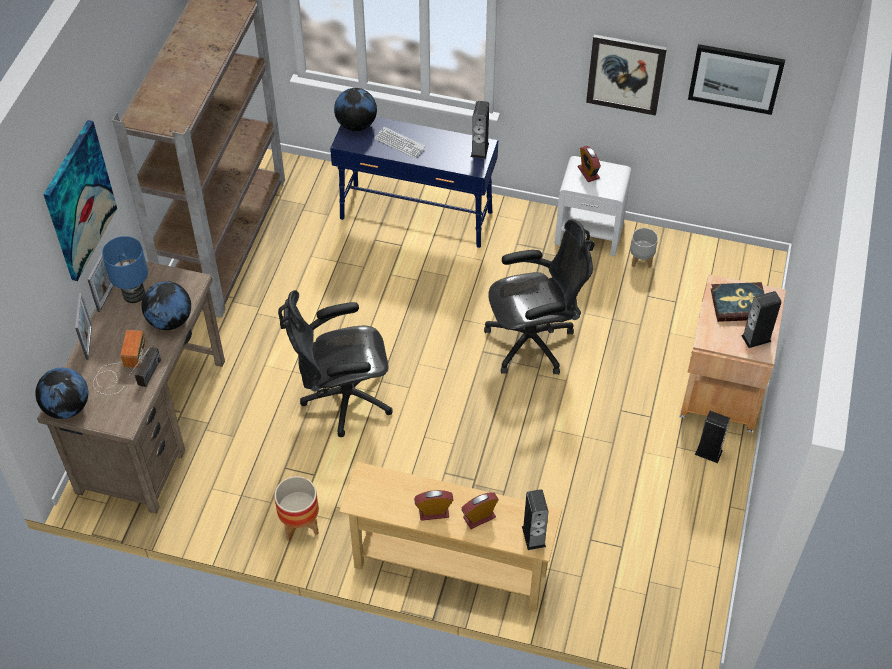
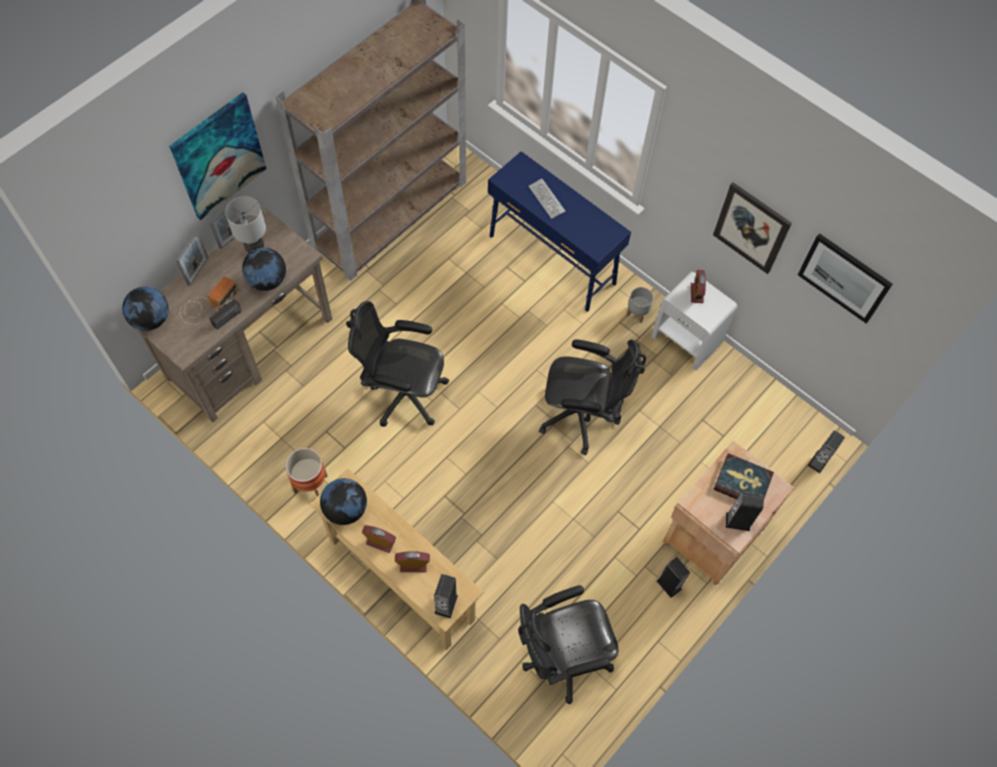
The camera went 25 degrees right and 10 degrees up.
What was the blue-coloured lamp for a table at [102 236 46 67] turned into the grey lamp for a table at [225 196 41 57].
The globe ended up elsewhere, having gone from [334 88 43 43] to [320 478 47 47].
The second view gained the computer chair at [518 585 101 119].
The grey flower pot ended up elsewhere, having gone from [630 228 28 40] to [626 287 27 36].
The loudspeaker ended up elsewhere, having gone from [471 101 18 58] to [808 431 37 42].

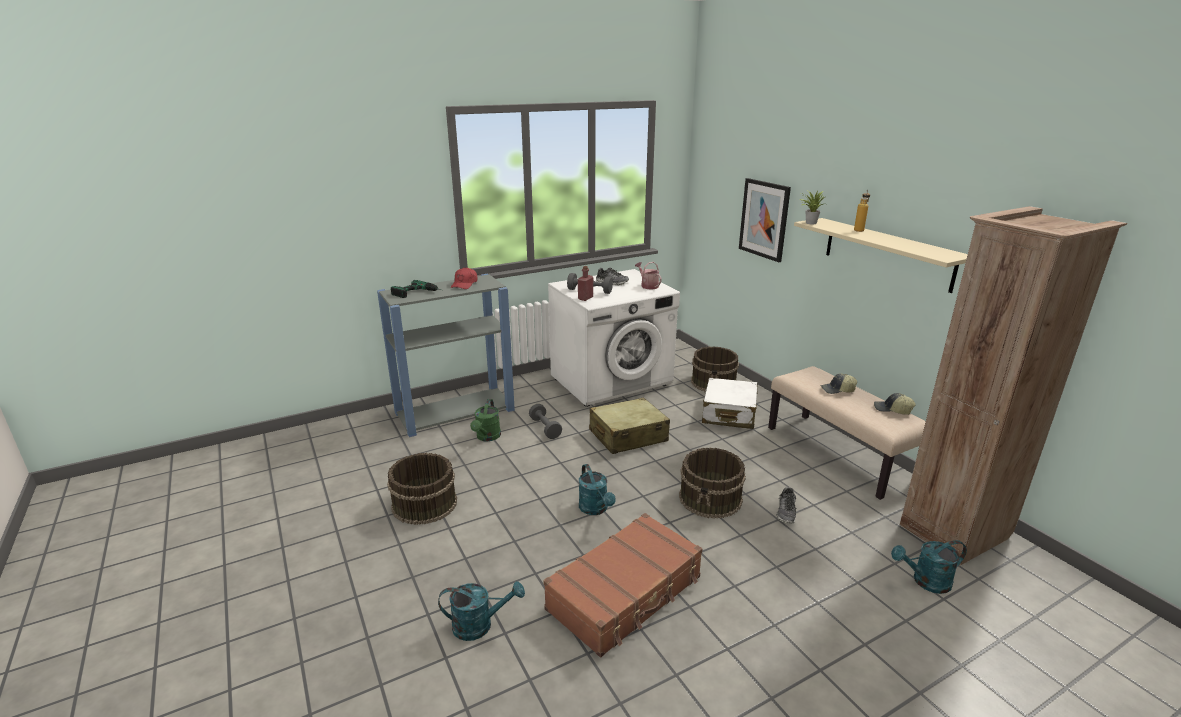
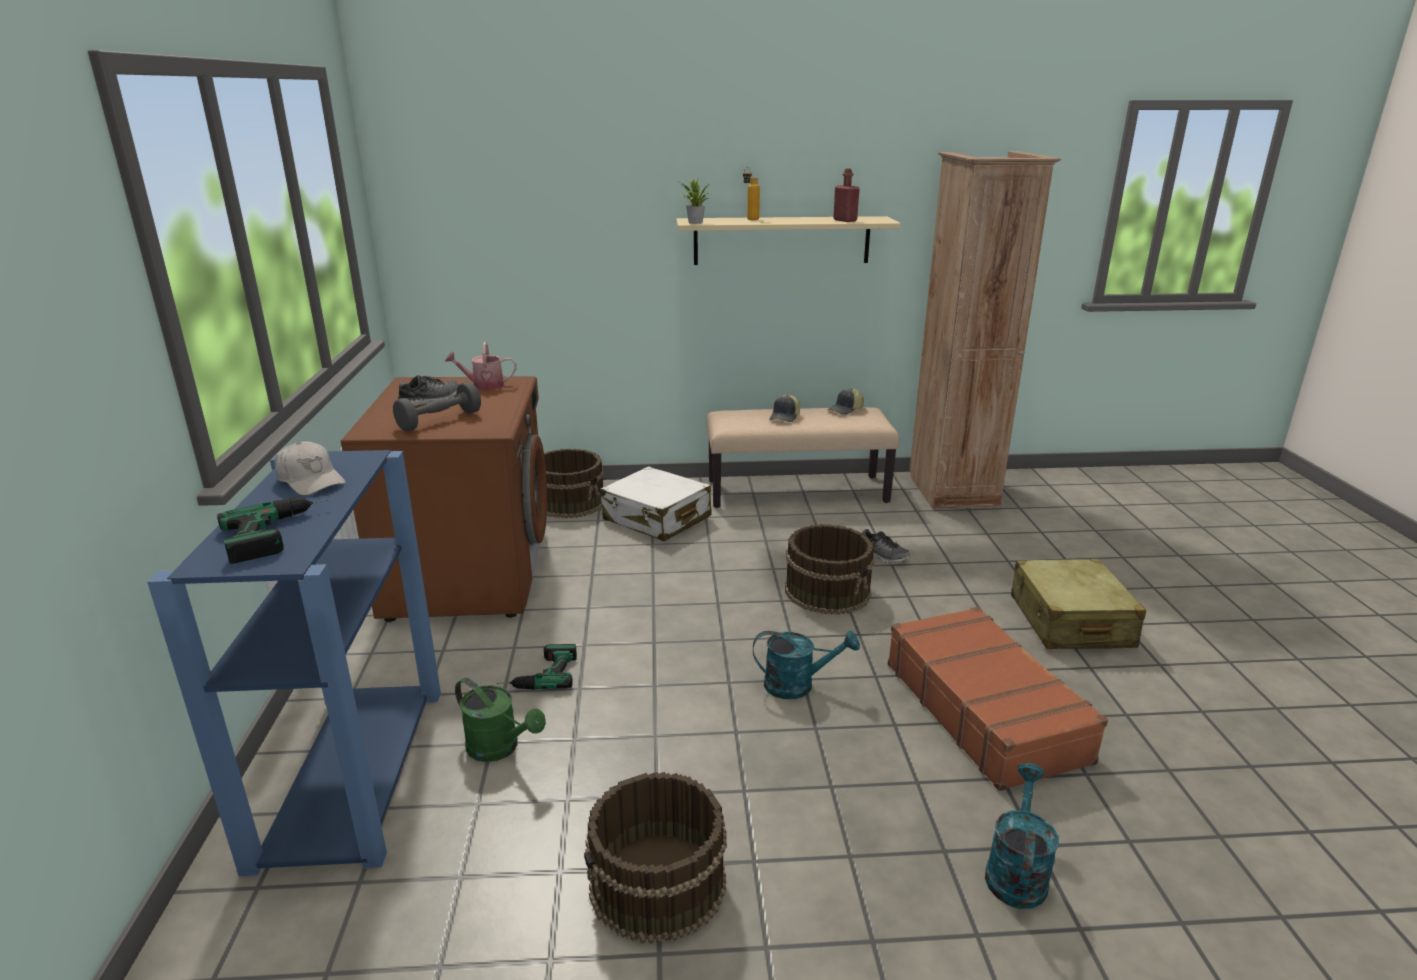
The camera went 65 degrees left and 0 degrees up.
What was the grey bookcase at [377 274 138 164] turned into the blue-coloured bookcase at [147 450 294 426].
What was the red-coloured peaked cap at [450 267 27 22] turned into the white-coloured peaked cap at [275 442 71 54].
What was the white-coloured washing machine at [548 269 132 138] turned into the brownish washing machine at [341 376 206 246].
Where the grey hand weight stood at [529 404 33 35], the electric drill came to stand at [497 644 80 45].
The red-coloured drink bottle ended up elsewhere, having gone from [578 266 15 35] to [833 168 27 54].
The beige piece of luggage ended up elsewhere, having gone from [589 398 81 56] to [1011 559 135 90].
The second view lost the picture at [739 178 52 84].
The second view lost the blue-green watering pot at [891 540 76 54].

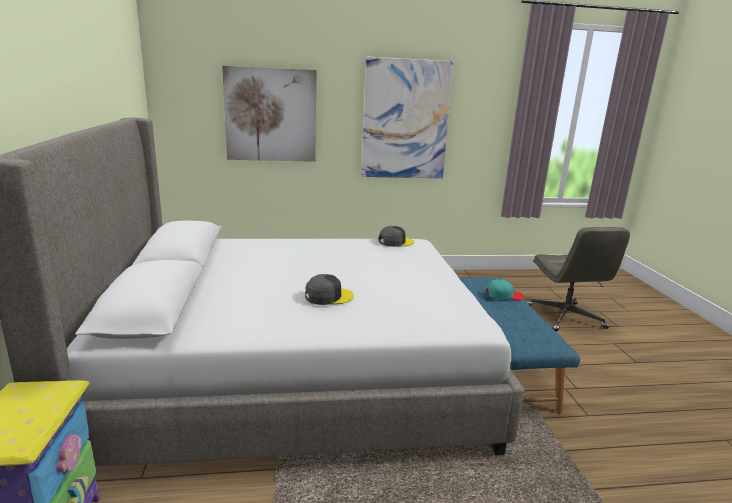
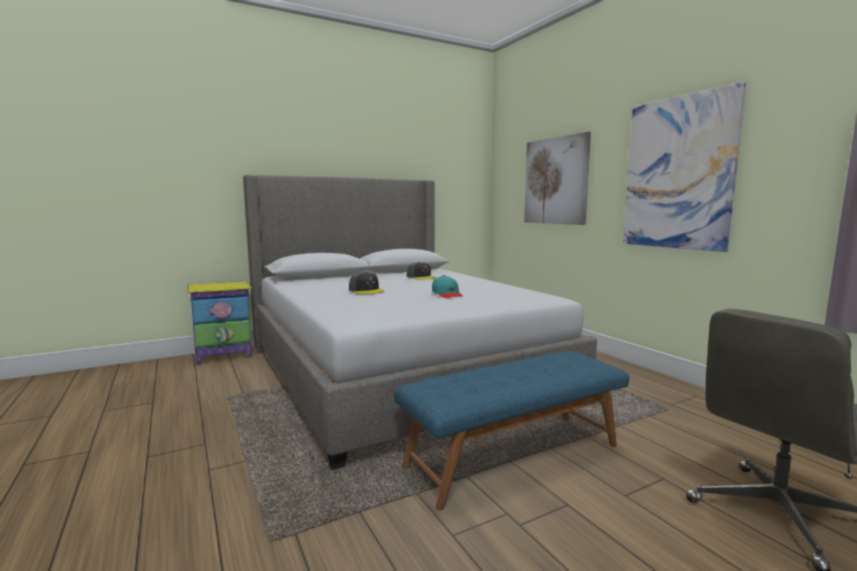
The camera went 70 degrees right and 10 degrees down.
The grey peaked cap ended up elsewhere, having gone from [379 226 35 21] to [407 262 30 17].
The blue-green peaked cap ended up elsewhere, having gone from [486 279 38 21] to [432 275 31 23].

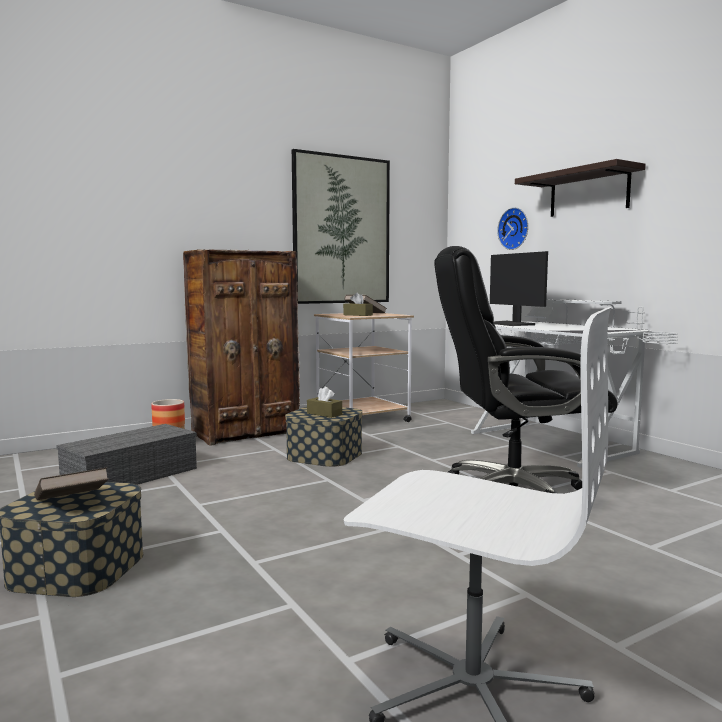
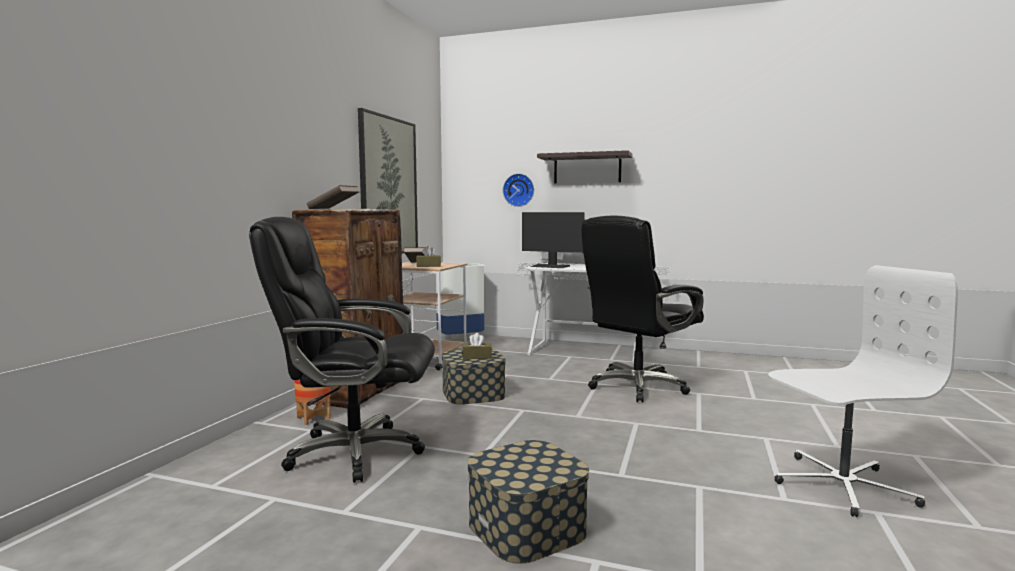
The camera went 40 degrees left and 0 degrees up.
Where the grey storage bin stood at [56 424 141 61], the blackish computer chair came to stand at [249 217 186 266].
The brownish volume ended up elsewhere, having gone from [34 467 75 33] to [307 185 52 24].
The second view gained the white-coloured waste bin at [436 263 49 72].

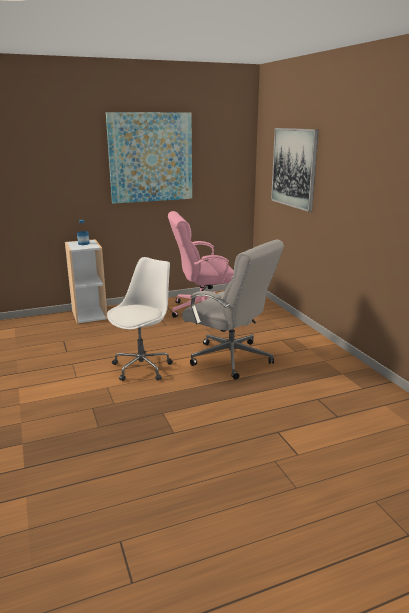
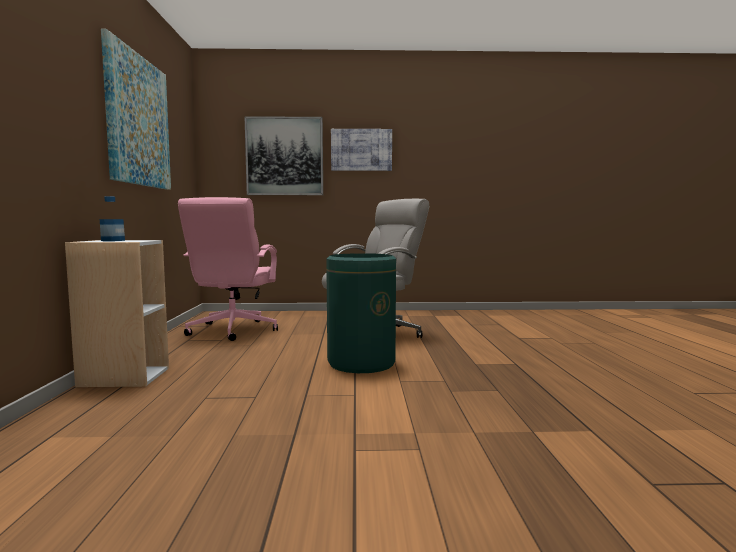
The camera went 70 degrees left and 15 degrees down.
Where the white-coloured computer chair stood at [107 257 66 124], the green-coloured waste bin came to stand at [326 253 70 120].
The second view gained the picture at [331 129 61 42].

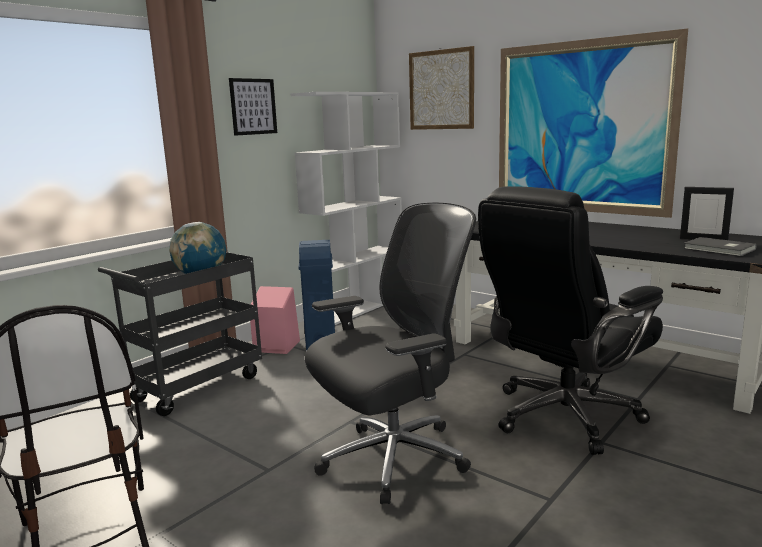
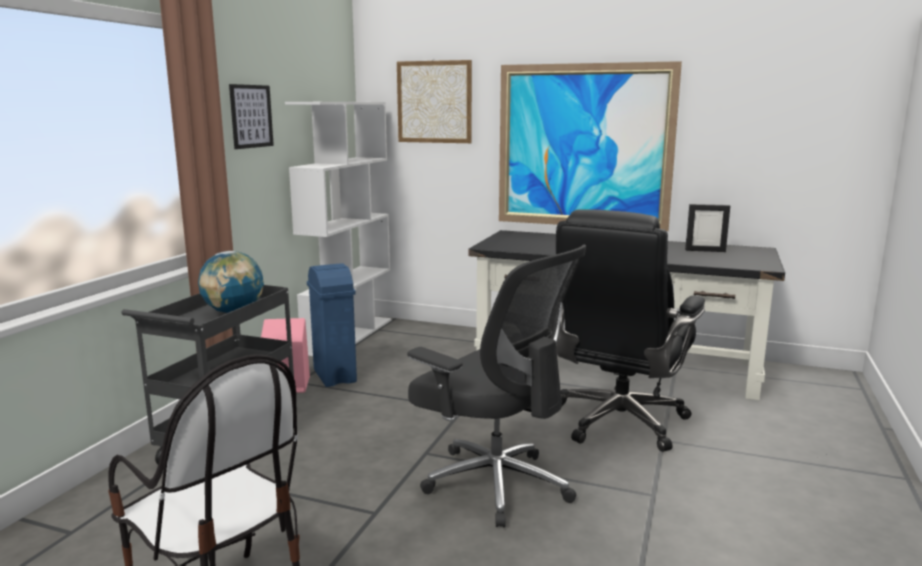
The camera went 20 degrees left and 0 degrees up.
The computer chair at [305 203 171 301] ended up facing another way, 90 degrees clockwise from before.
The second view lost the grey volume at [684 237 73 19].

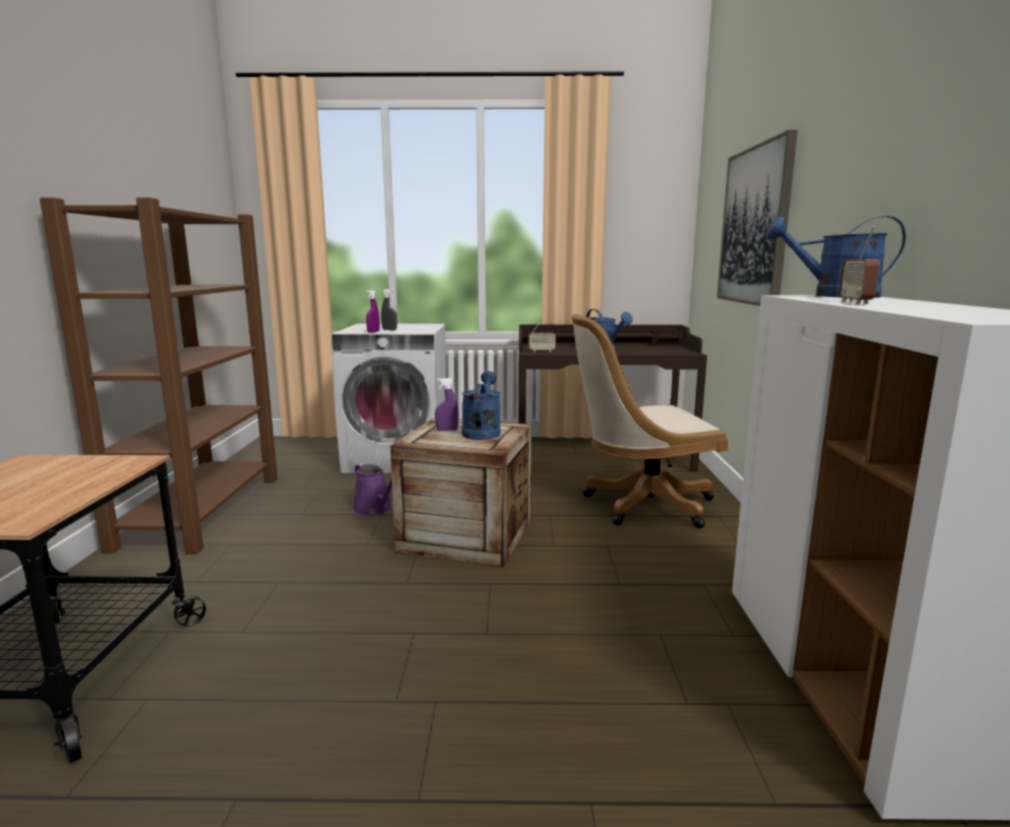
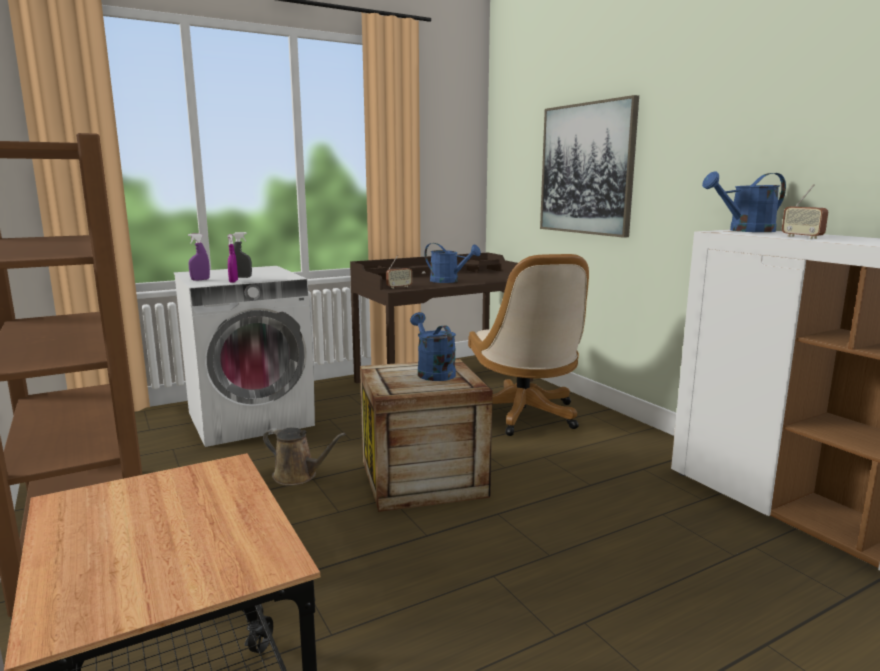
The camera went 30 degrees left and 0 degrees up.
The purple-coloured spray bottle ended up elsewhere, having gone from [435 378 24 53] to [188 233 22 48].
What was the purple-coloured watering pot at [352 463 40 53] turned into the brownish watering pot at [263 428 83 58].
The computer chair at [572 314 156 214] ended up facing another way, 60 degrees counterclockwise from before.

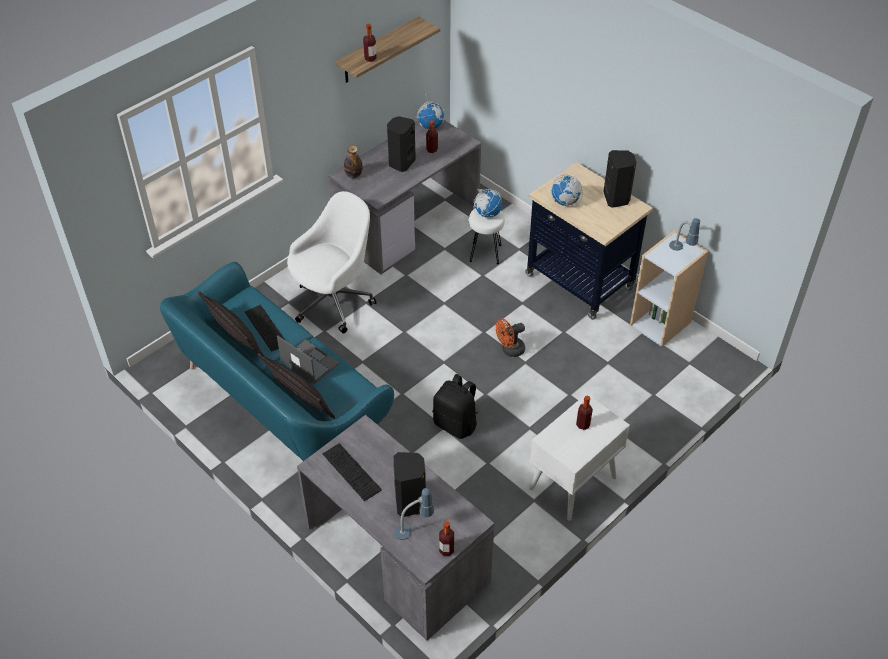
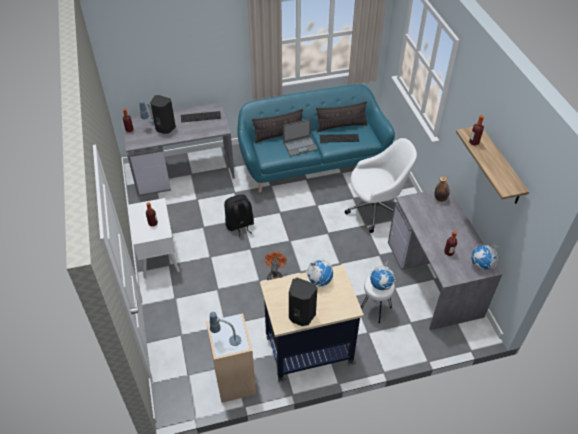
The camera went 120 degrees right and 0 degrees up.
The white-coloured computer chair at [287 191 89 143] ended up facing another way, 90 degrees counterclockwise from before.
The second view lost the blackish loudspeaker at [387 116 29 56].

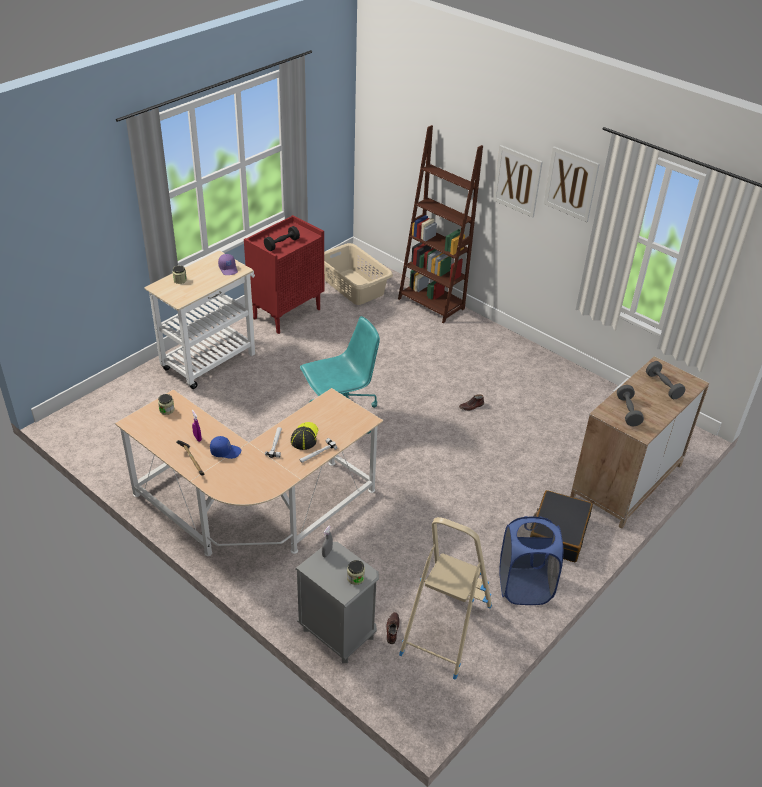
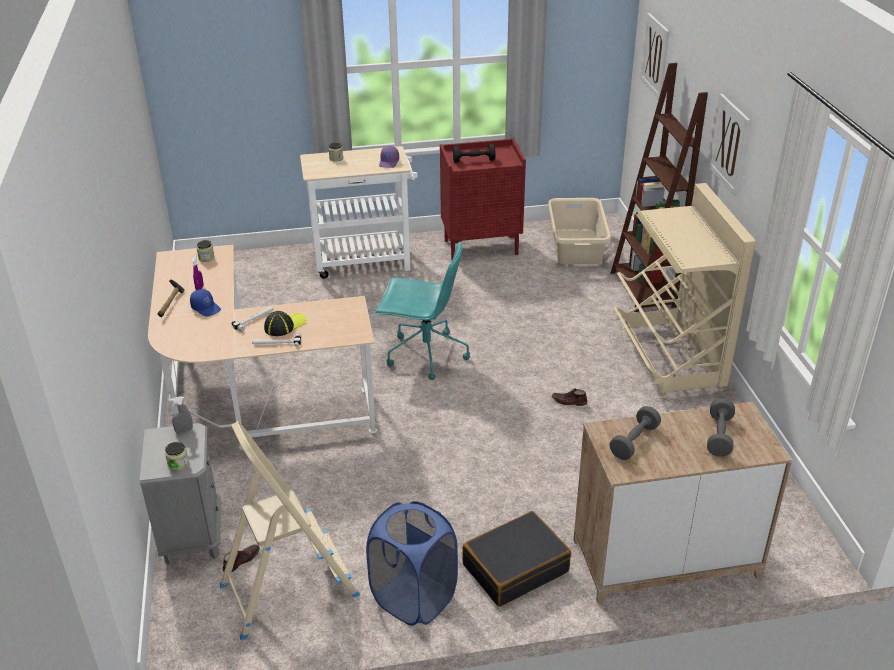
The camera went 40 degrees right and 5 degrees down.
The second view gained the beige shoe shelf at [614 183 142 215].
The picture ended up elsewhere, having gone from [544 146 56 76] to [640 13 29 86].

